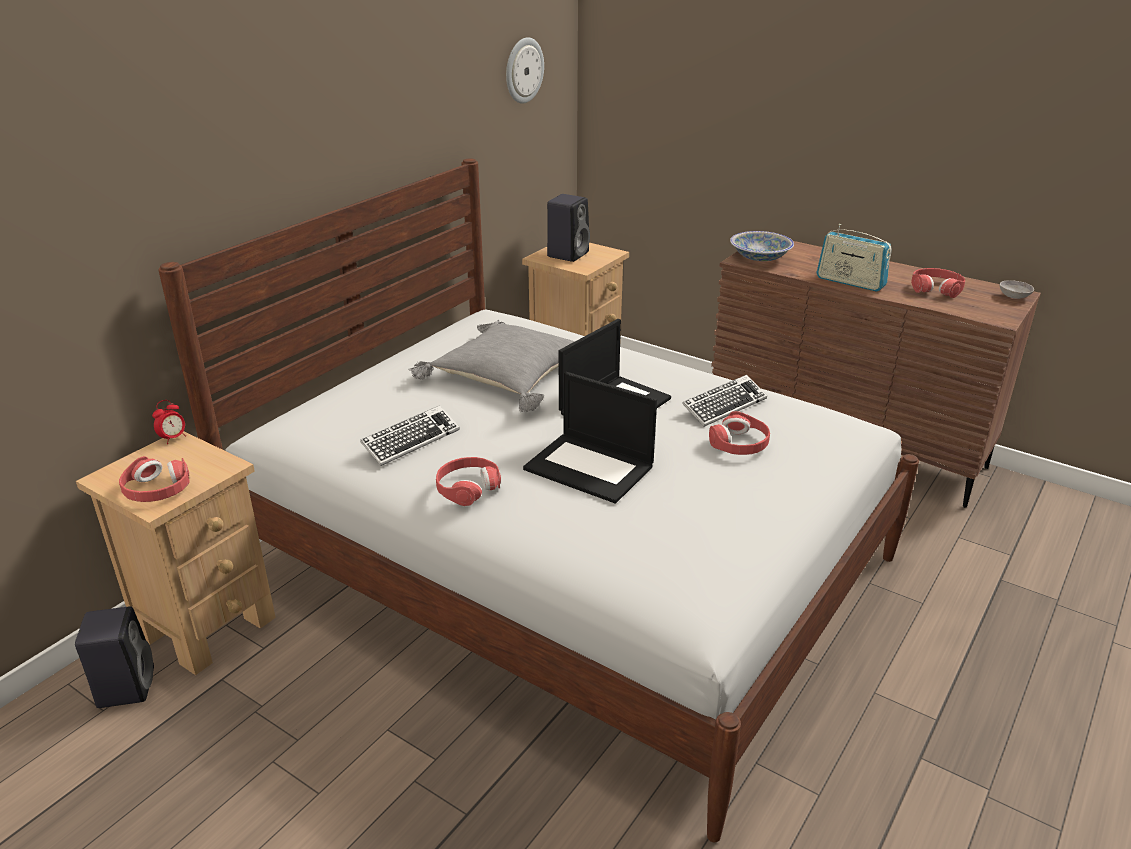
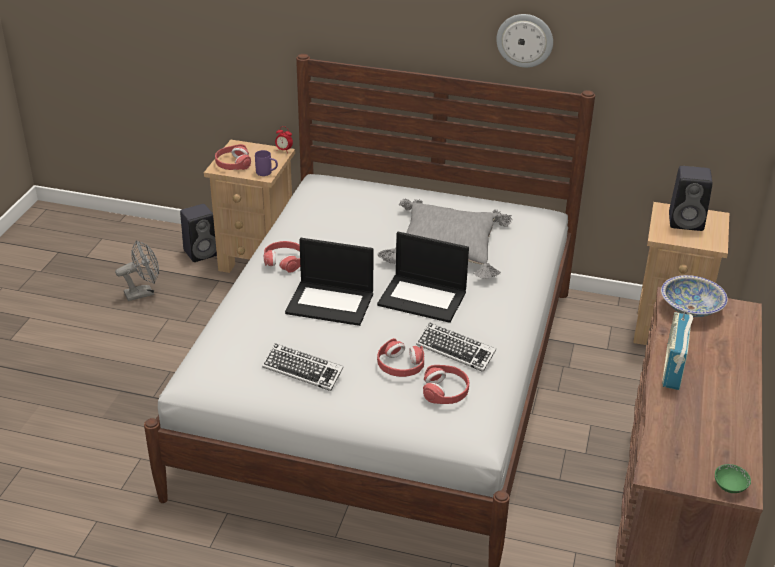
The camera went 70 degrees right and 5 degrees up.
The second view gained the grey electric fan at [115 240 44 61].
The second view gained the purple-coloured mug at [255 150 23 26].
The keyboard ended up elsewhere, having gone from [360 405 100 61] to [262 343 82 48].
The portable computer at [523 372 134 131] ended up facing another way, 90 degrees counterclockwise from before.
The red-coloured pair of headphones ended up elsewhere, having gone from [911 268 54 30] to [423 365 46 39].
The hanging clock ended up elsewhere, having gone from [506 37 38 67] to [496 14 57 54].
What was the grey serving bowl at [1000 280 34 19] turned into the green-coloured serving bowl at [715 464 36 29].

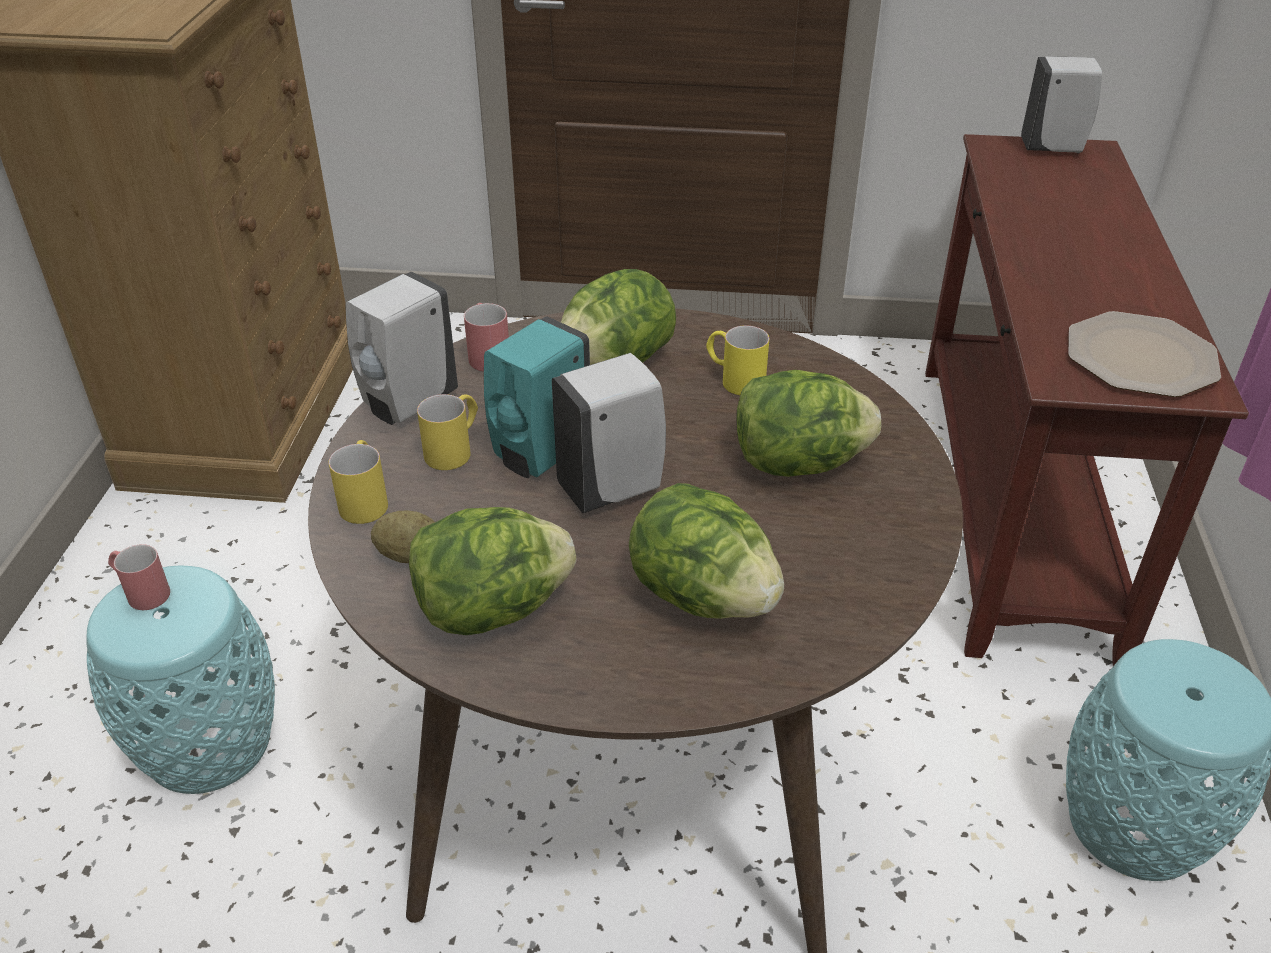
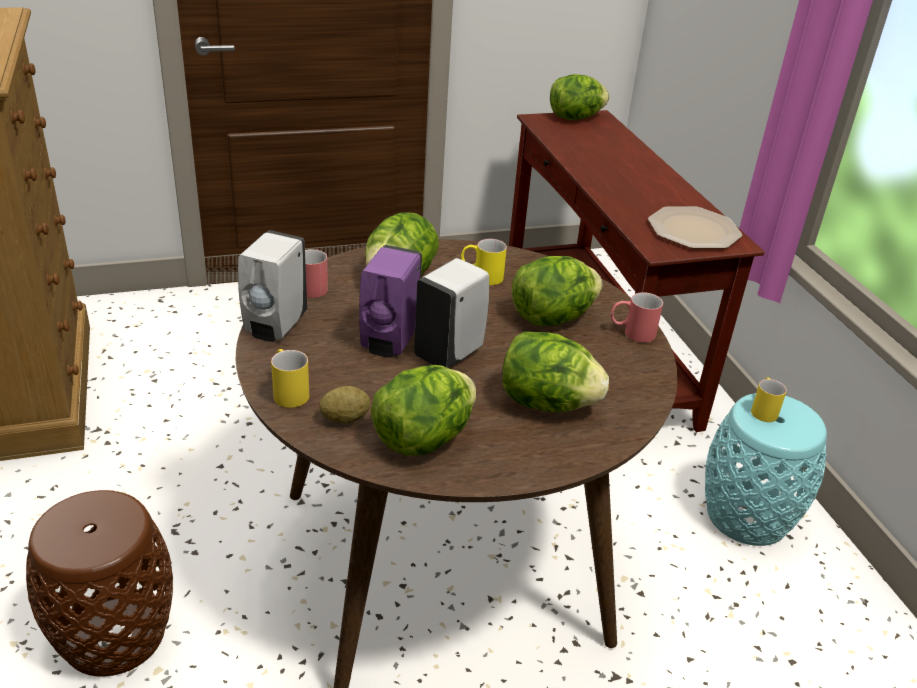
The camera went 25 degrees left and 5 degrees down.
What was the blue-green stool seat at [86 566 189 228] turned into the brownish stool seat at [26 490 147 187].
What was the blue-green soap bottle at [484 316 106 162] turned into the purple-coloured soap bottle at [359 245 63 113].
Where the white-coloured soap bottle stood at [1021 56 81 98], the lettuce came to stand at [550 74 59 46].
The red-coloured mug ended up elsewhere, having gone from [108 544 62 66] to [611 292 52 51].
The yellow-coloured mug ended up elsewhere, having gone from [417 394 61 76] to [751 377 36 45].

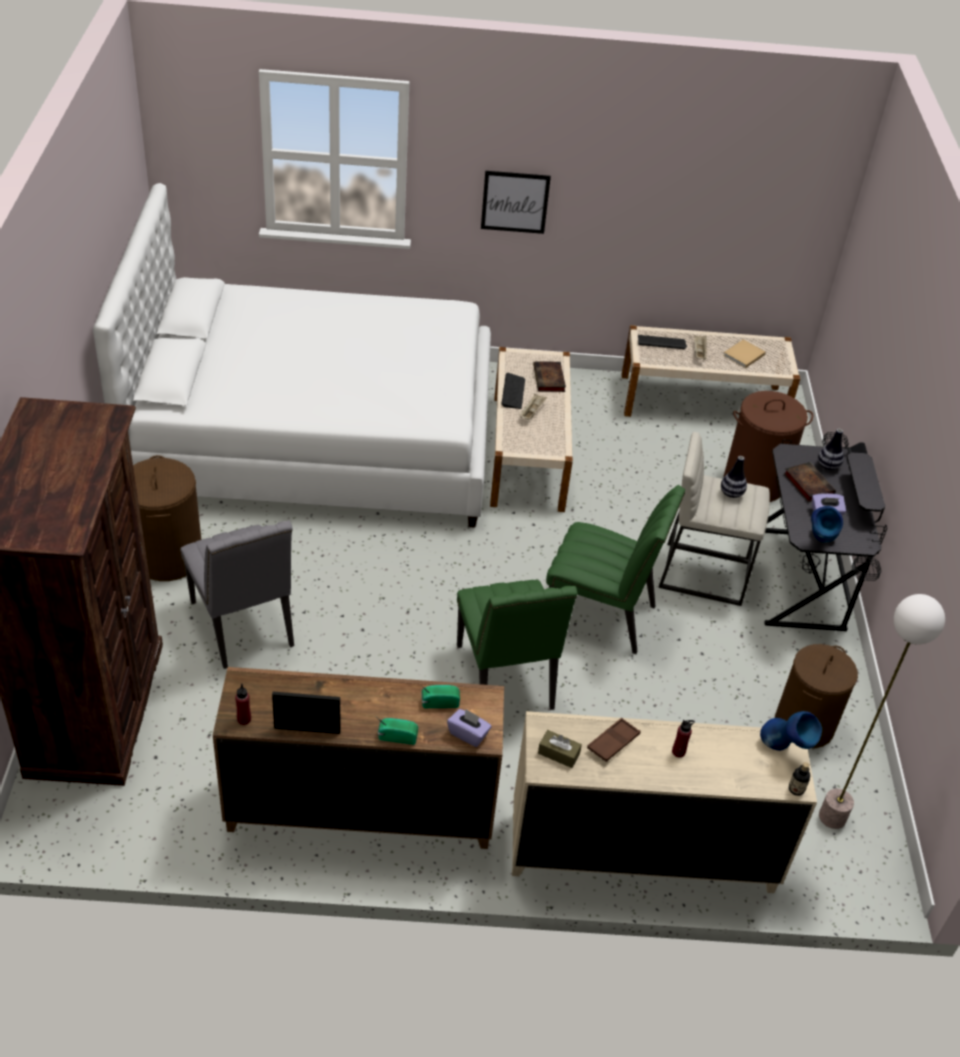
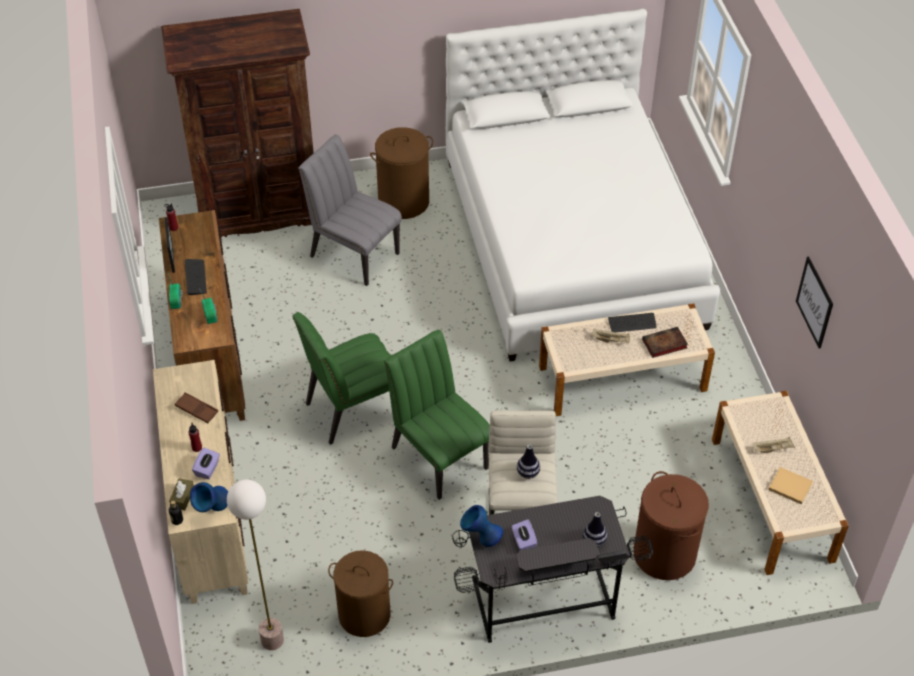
The camera went 80 degrees right and 5 degrees up.
The brownish box of tissues ended up elsewhere, having gone from [538 730 44 38] to [169 478 25 32].
The keyboard ended up elsewhere, having gone from [638 335 49 14] to [185 259 22 36].
The purple-coloured box of tissues ended up elsewhere, having gone from [447 709 44 38] to [192 447 28 33].
The grey chair at [180 520 114 149] ended up facing another way, 75 degrees clockwise from before.
The green-coloured chair at [546 485 139 169] ended up facing another way, 135 degrees clockwise from before.
The picture ended up elsewhere, having gone from [481 171 70 63] to [796 257 37 92].
The second view lost the volume at [784 462 52 40].

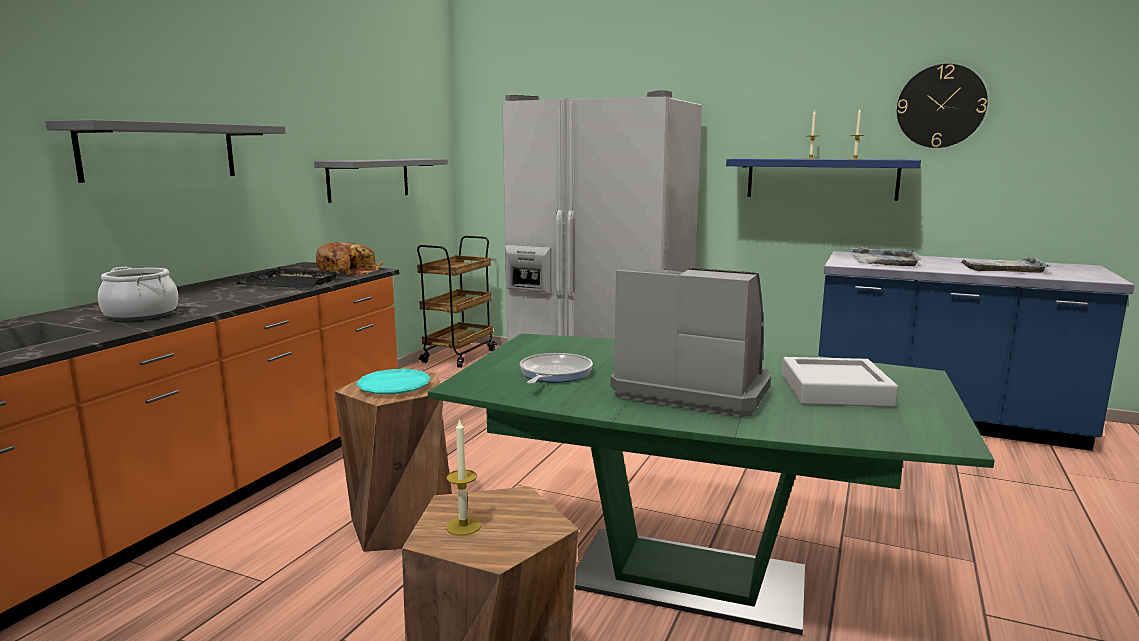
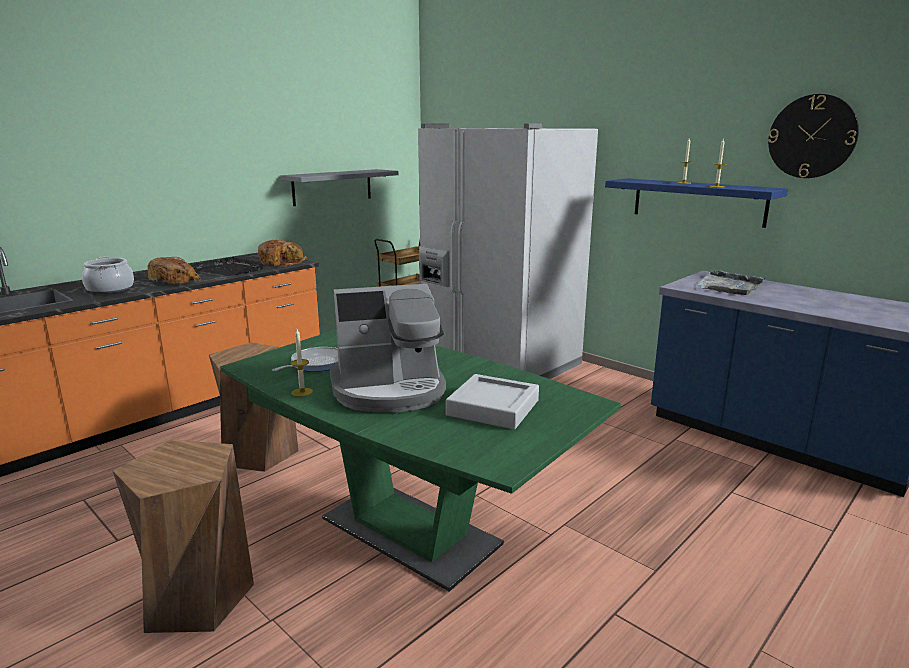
The camera went 20 degrees right and 5 degrees up.
The second view gained the bakery bread at [148 257 53 27].
The wax light ended up elsewhere, having gone from [446 418 35 118] to [290 329 23 68].
The coffee maker at [610 268 161 149] ended up facing another way, 120 degrees clockwise from before.
The second view lost the grey shelf at [46 120 240 63].
The second view lost the blue-green flat dish at [356 369 75 25].
The second view lost the grey carrying tray at [960 257 91 16].

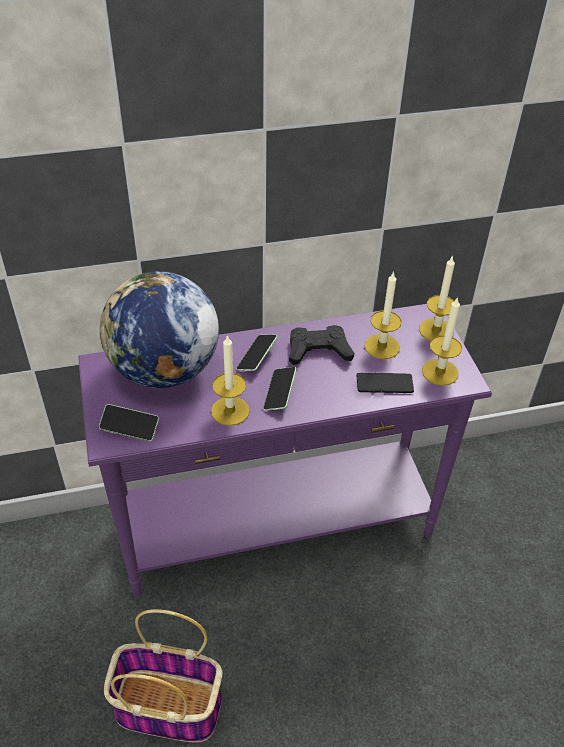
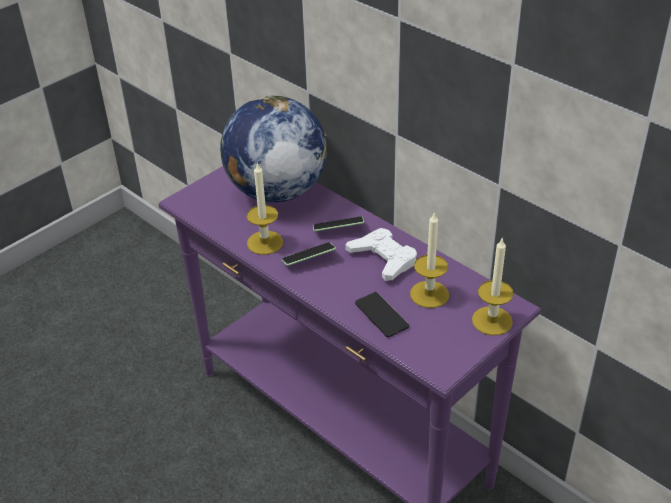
The camera went 60 degrees right and 5 degrees down.
What was the blackish game controller at [289 325 65 40] turned into the white-coloured game controller at [345 228 72 53].
The second view lost the phone at [99 404 60 37].
The second view lost the household basket at [104 609 119 134].
The second view lost the wax light at [422 296 40 90].

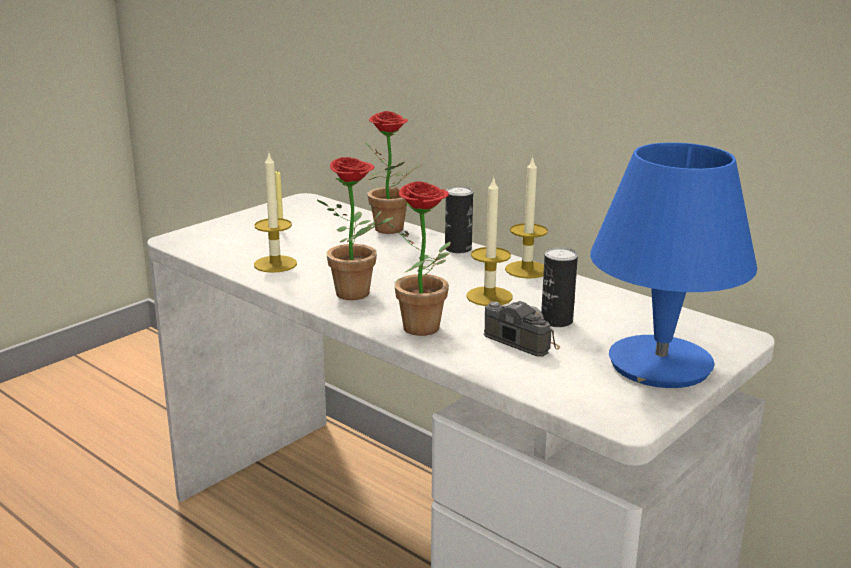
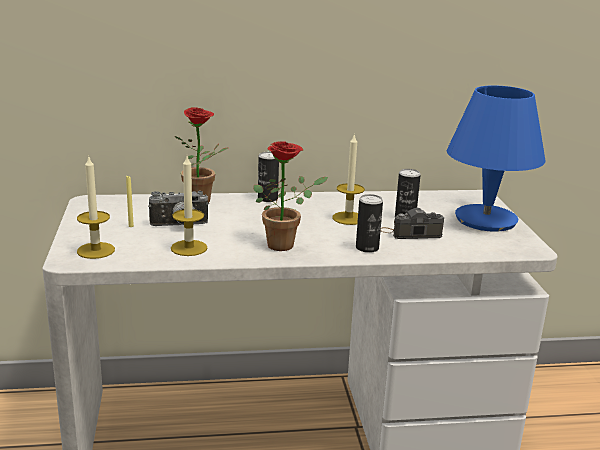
The camera went 50 degrees left and 0 degrees up.
The wax light ended up elsewhere, having gone from [505 156 43 123] to [77 155 38 104].
The second view gained the photo camera at [148 191 61 35].
Where the potted plant stood at [386 181 65 155], the can came to stand at [356 194 27 59].

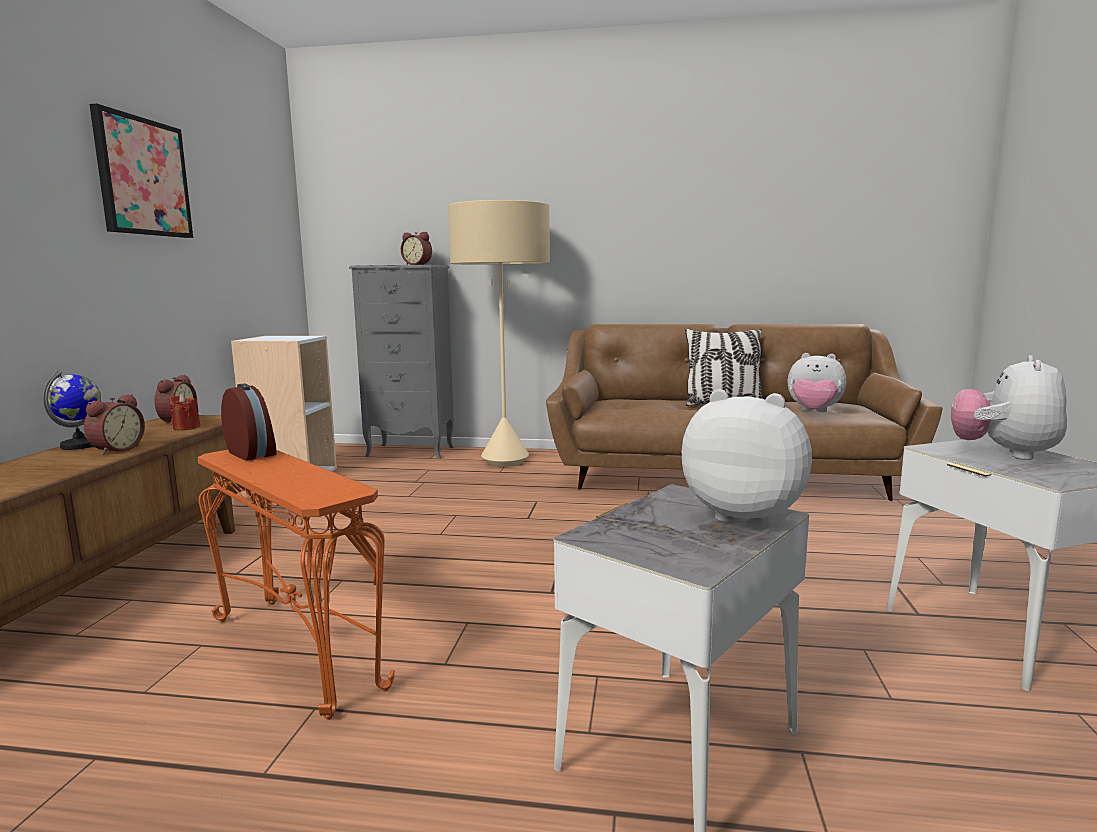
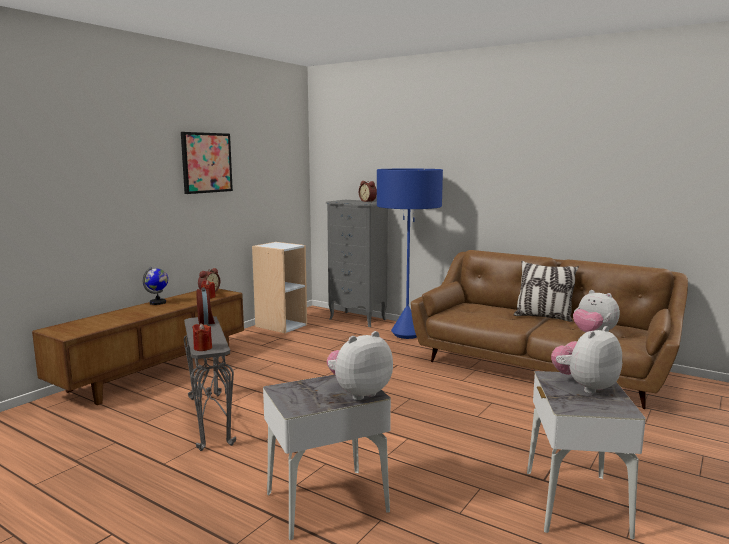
The camera went 25 degrees right and 0 degrees up.
What was the orangey accent table at [197 450 198 270] turned into the grey accent table at [184 316 52 135].
The second view gained the red-coloured wax light at [192 323 20 28].
The plush toy at [682 389 130 139] ended up facing another way, 90 degrees counterclockwise from before.
What was the beige standing lamp at [448 200 102 267] turned into the blue-coloured standing lamp at [377 169 66 170].
The second view lost the bedside clock at [84 394 61 61].

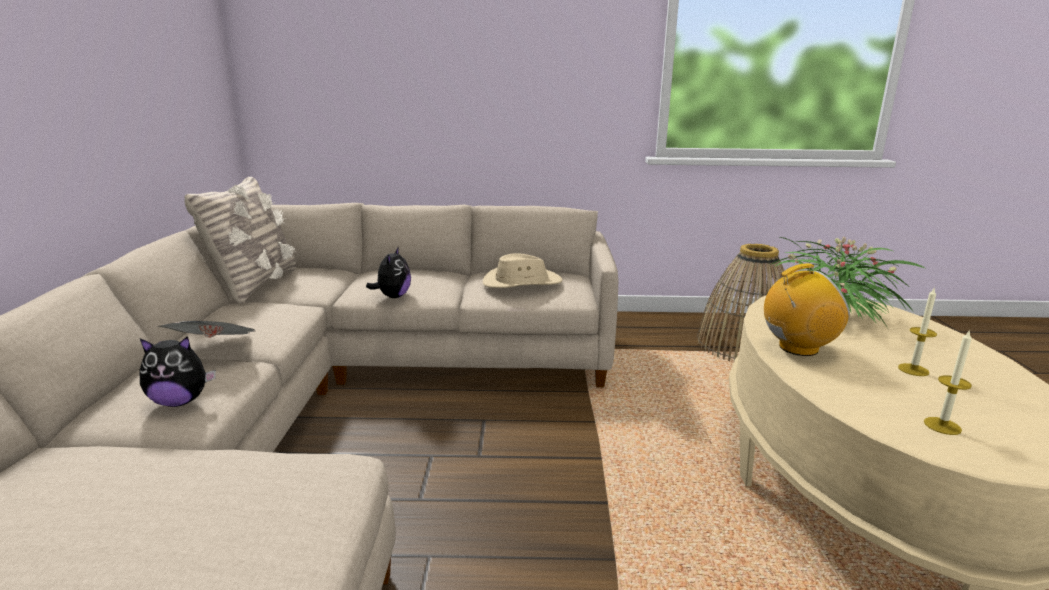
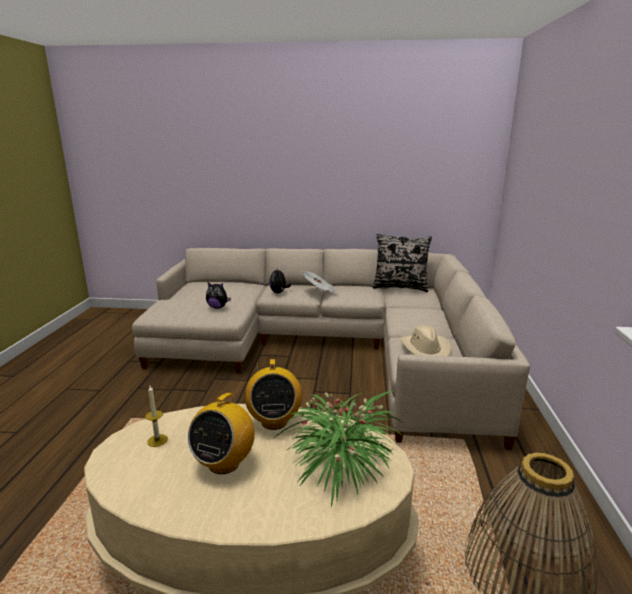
The camera went 95 degrees right and 0 degrees up.
Where the wax light stood at [898 287 39 89], the radio set came to stand at [188 391 67 83].
The plush toy ended up elsewhere, having gone from [366 247 45 51] to [206 282 25 27].
What was the beige throw pillow at [185 177 111 126] turned into the blackish throw pillow at [373 234 59 58].

